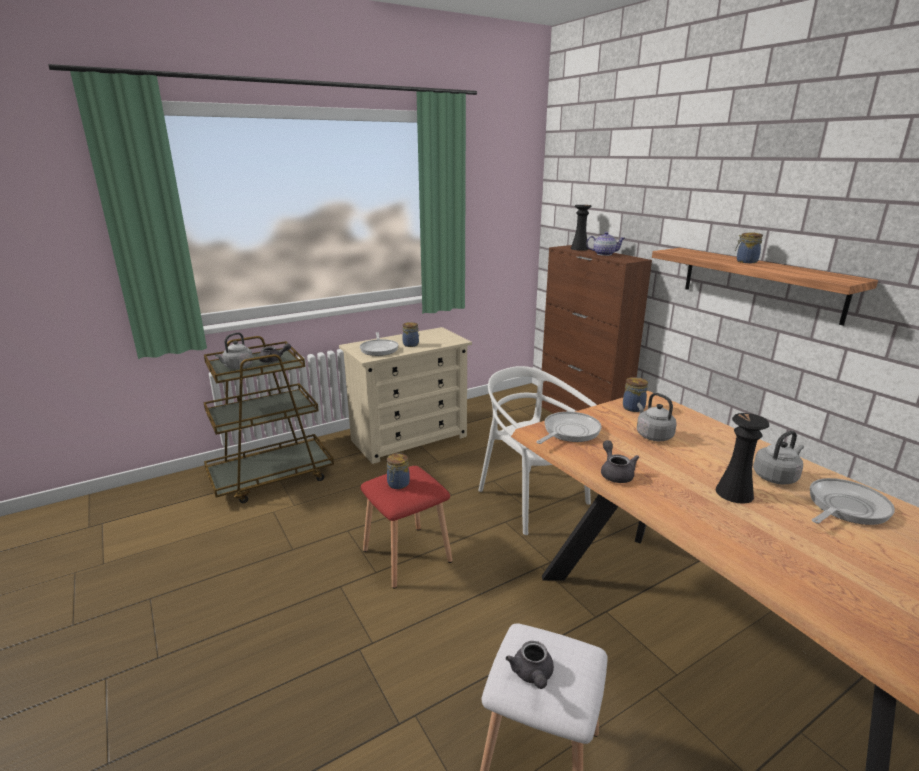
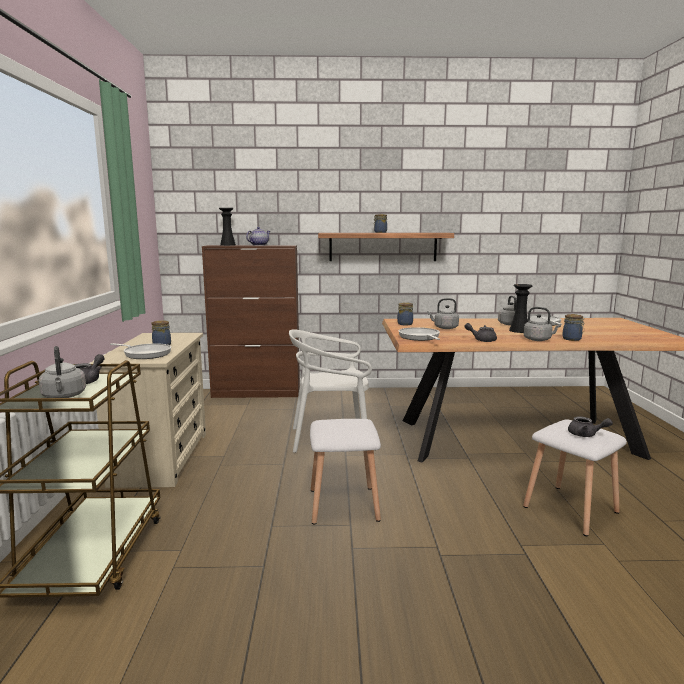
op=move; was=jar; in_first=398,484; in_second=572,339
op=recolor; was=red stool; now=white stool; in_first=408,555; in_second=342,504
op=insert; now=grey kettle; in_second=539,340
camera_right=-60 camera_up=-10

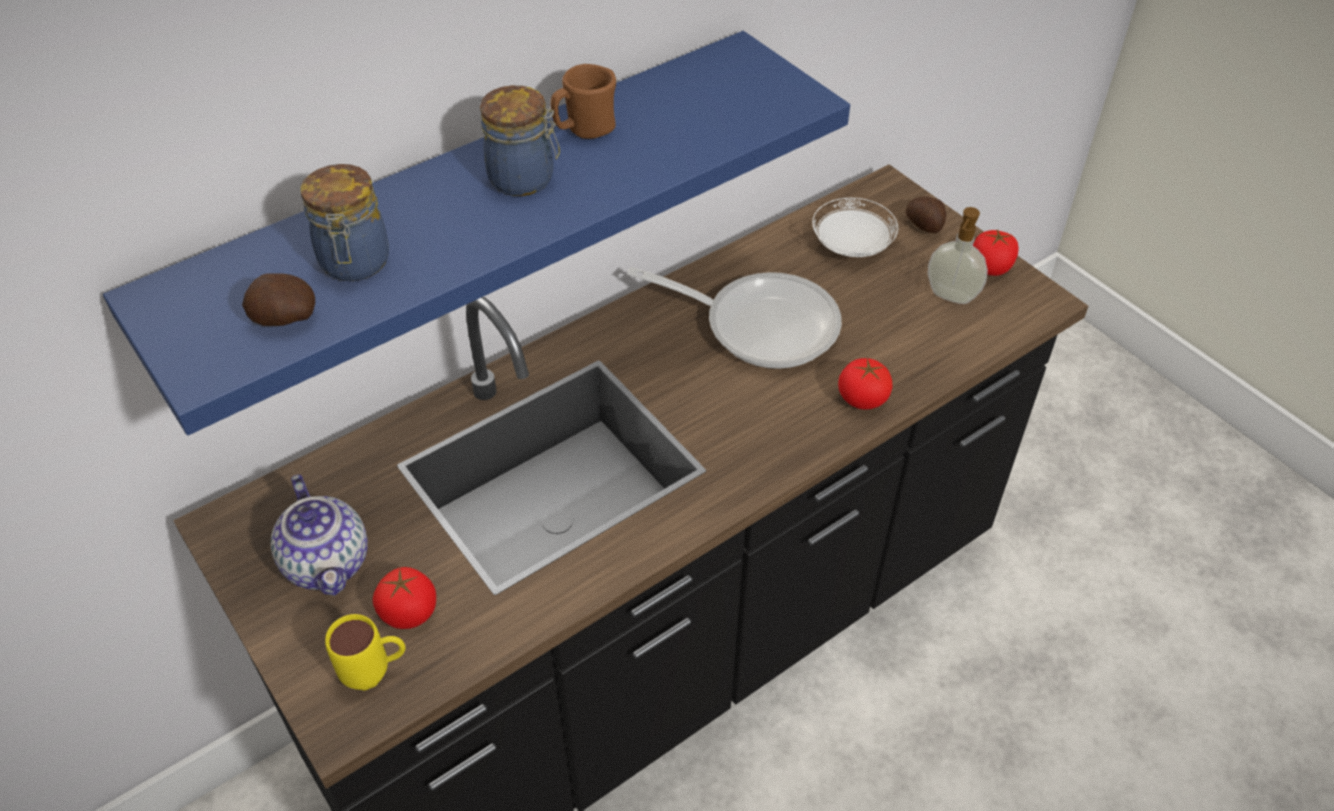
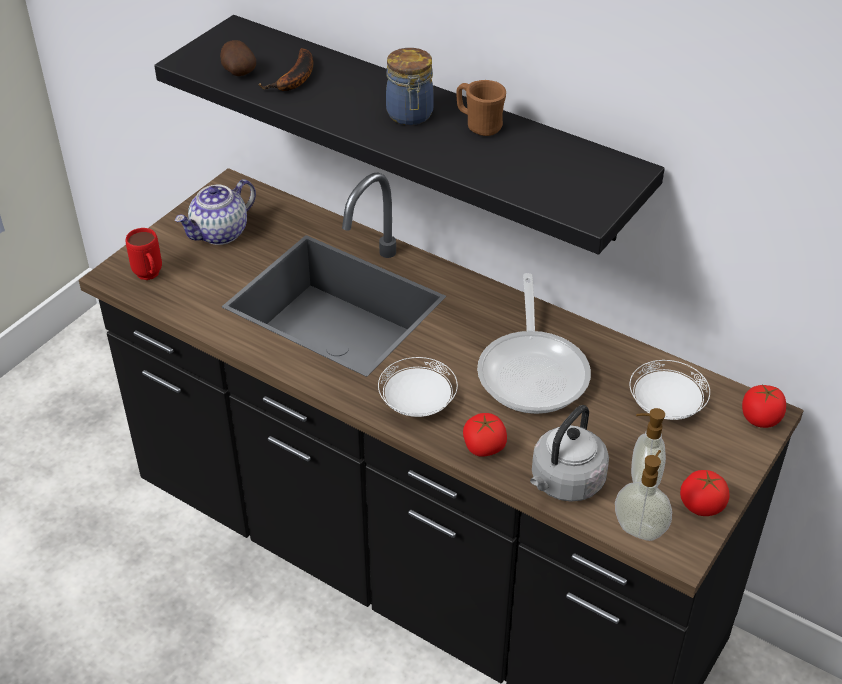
op=recolor; was=blue shelf; now=black shelf; in_first=469,202; in_second=431,127
op=replace; was=jar; now=banana; in_first=355,263; in_second=295,79
op=delete; was=potato; in_first=925,226
op=move; was=tomato; in_first=409,611; in_second=760,418
op=recolor; was=yellow mug; now=red mug; in_first=376,673; in_second=150,277
op=insert; now=white plate; in_second=418,403
op=insert; now=grey kettle; in_second=565,483
op=insert; now=soap dispenser; in_second=640,529
camera_right=70 camera_up=-5

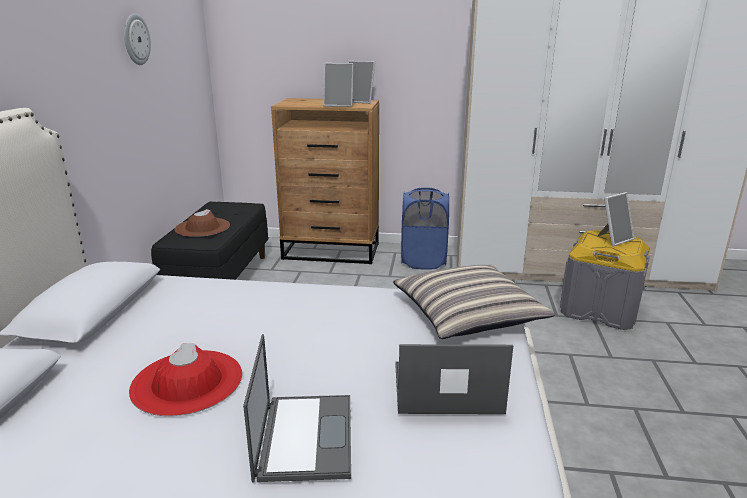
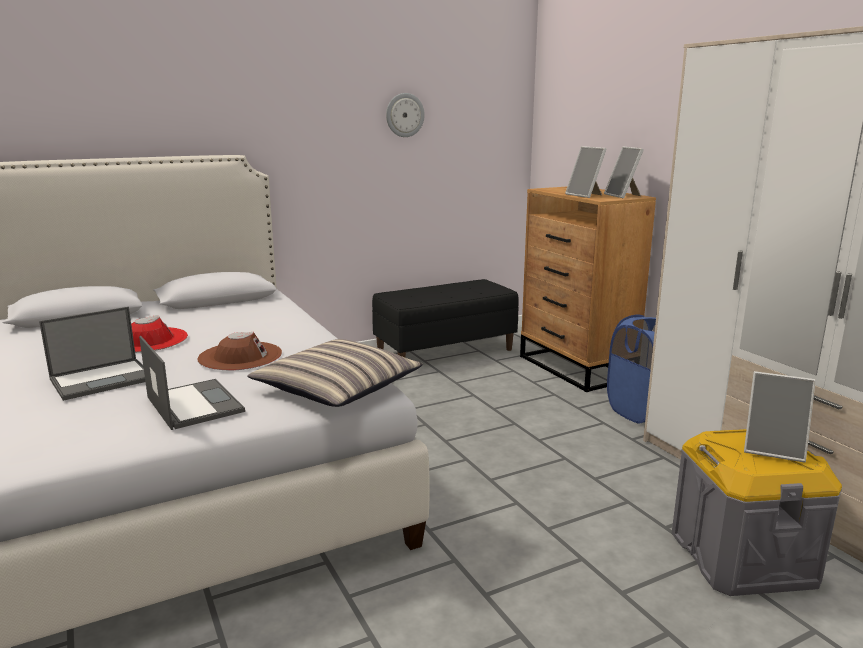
op=move; was=brown hat; in_first=202,227; in_second=240,356
camera_right=55 camera_up=-5

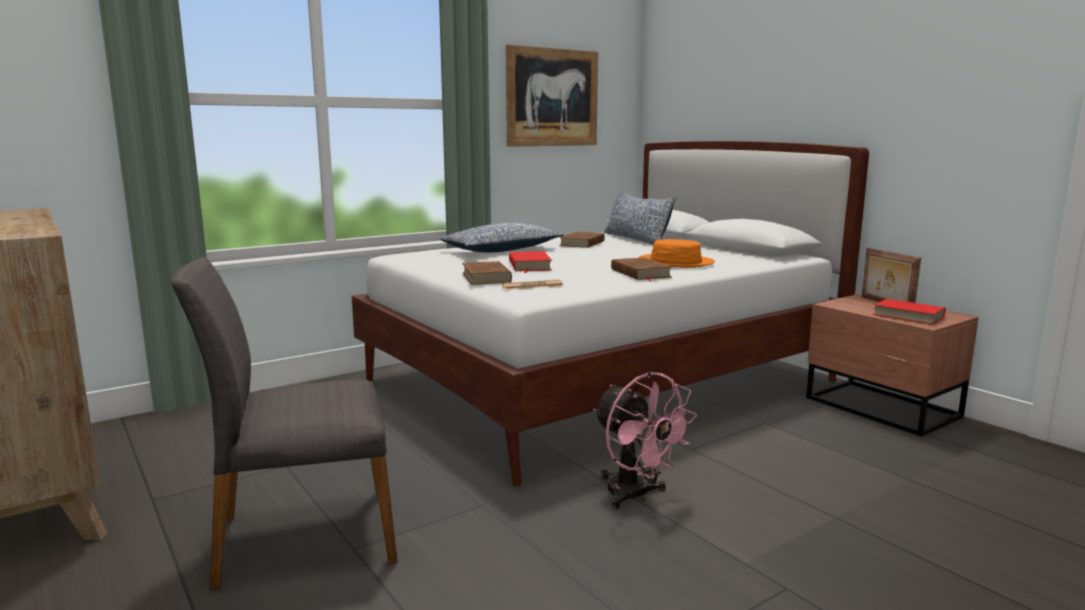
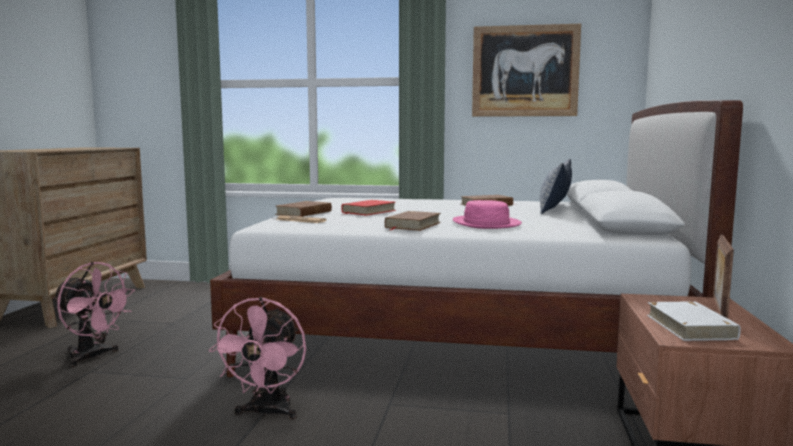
op=delete; was=pillow; in_first=501,250
op=recolor; was=orange hat; now=pink hat; in_first=675,262; in_second=486,223
op=replace; was=grey chair; now=pink fan; in_first=303,537; in_second=93,357
op=recolor; was=red book; now=white book; in_first=908,316; in_second=690,326
camera_right=45 camera_up=-5

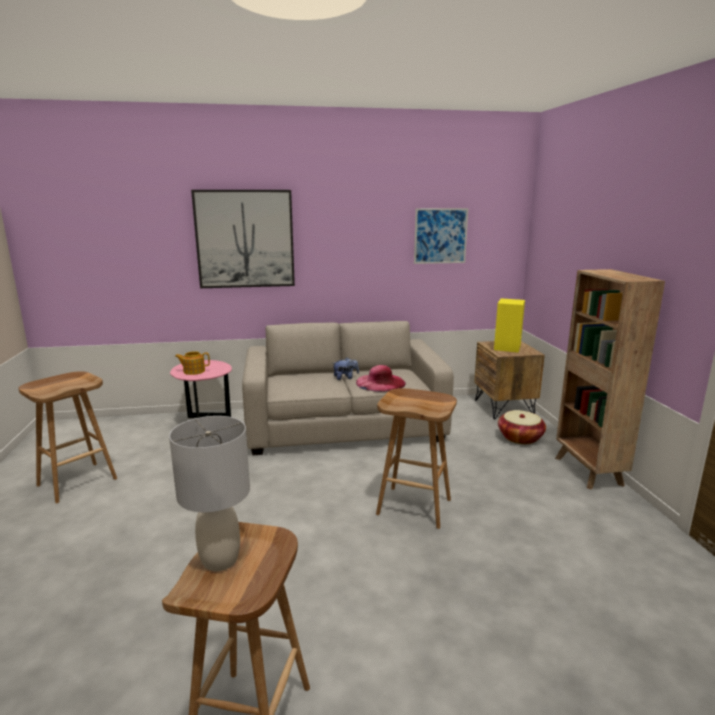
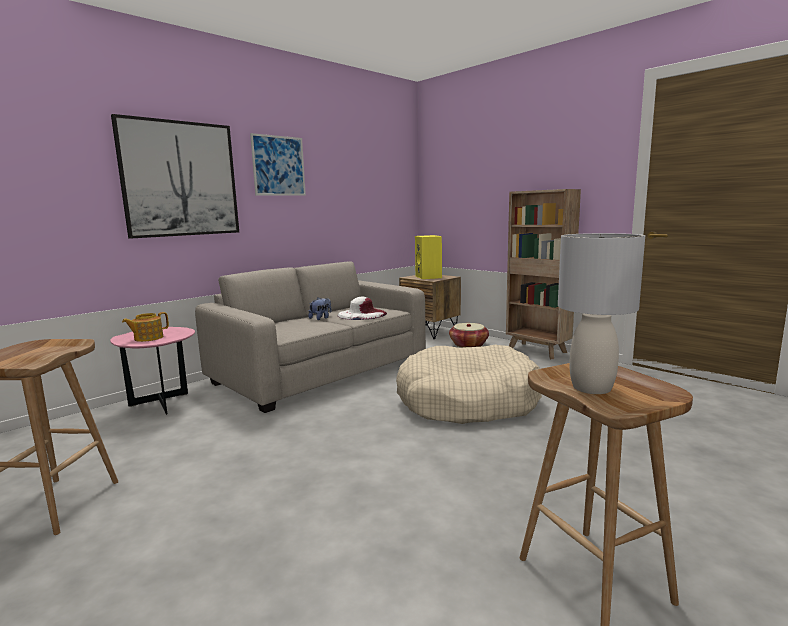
op=move; was=picture; in_first=440,236; in_second=278,166
op=recolor; was=pink hat; now=white hat; in_first=380,382; in_second=362,314
op=replace; was=brown stool; now=beige dog bed; in_first=415,506; in_second=467,401
camera_right=-35 camera_up=-5

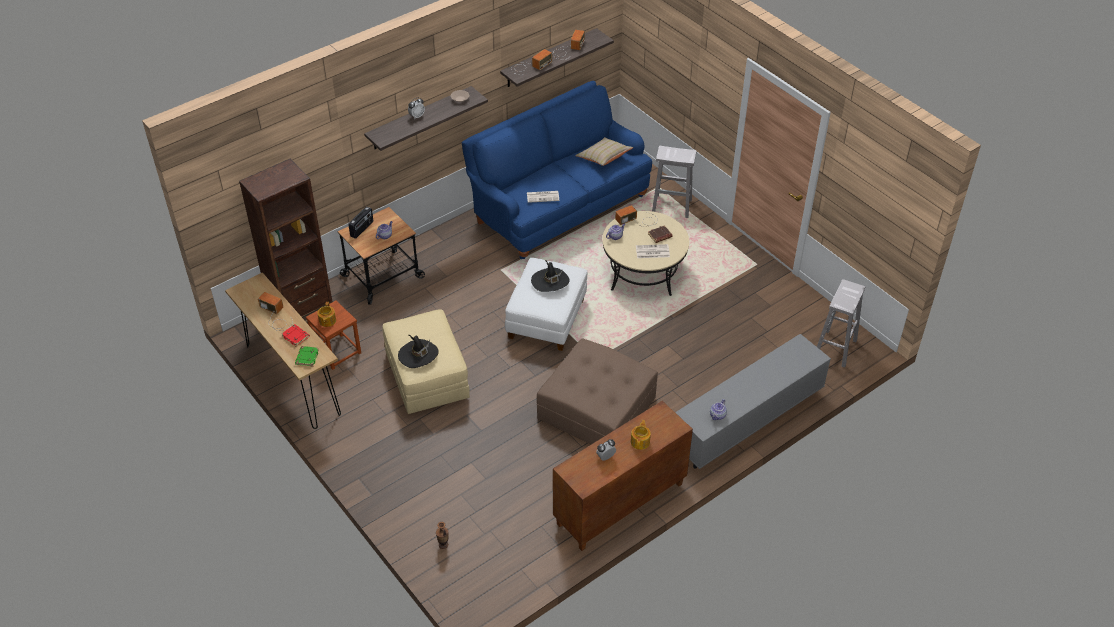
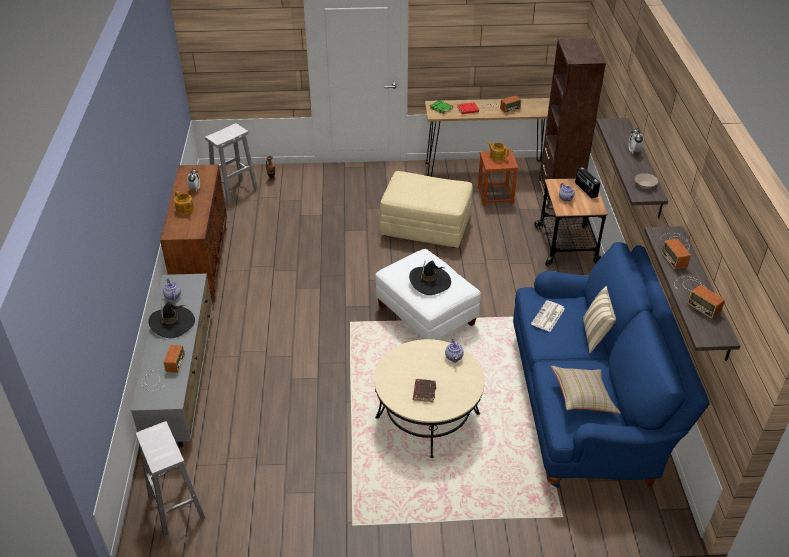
op=move; was=white stool; in_first=672,206; in_second=234,191
op=move; was=radio; in_first=638,220; in_second=162,373
op=delete; was=newspaper; in_first=652,252
op=move; was=black hat; in_first=418,355; in_second=172,323
op=delete; was=brown ottoman; in_first=596,408
op=insert; now=beige pillow; in_second=595,336
camera_right=125 camera_up=-5

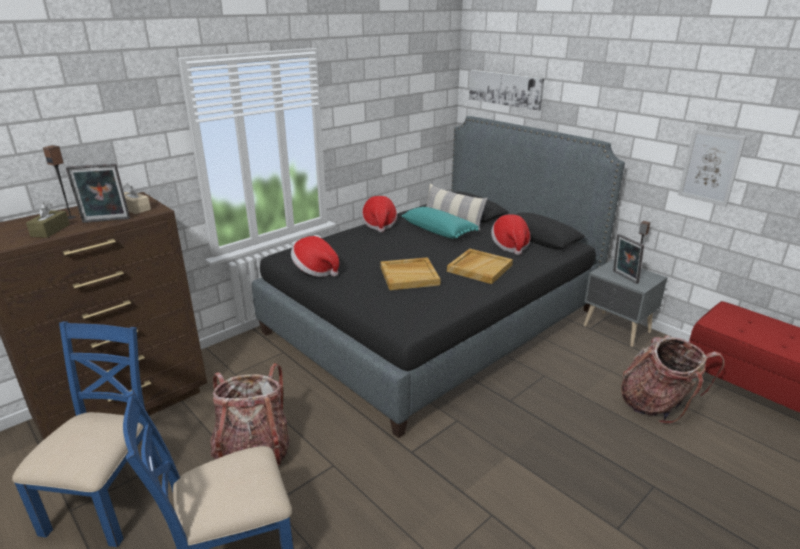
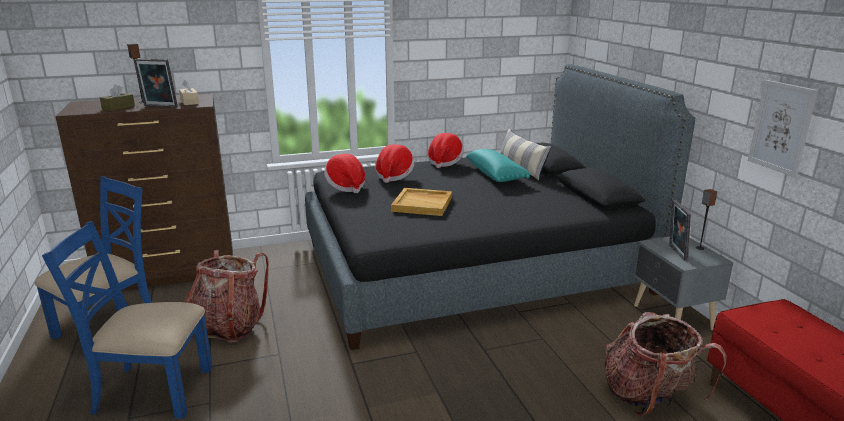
op=delete; was=picture; in_first=505,89
op=move; was=hat; in_first=510,246; in_second=394,176
op=delete; was=beige tray; in_first=479,268
camera_right=25 camera_up=-5

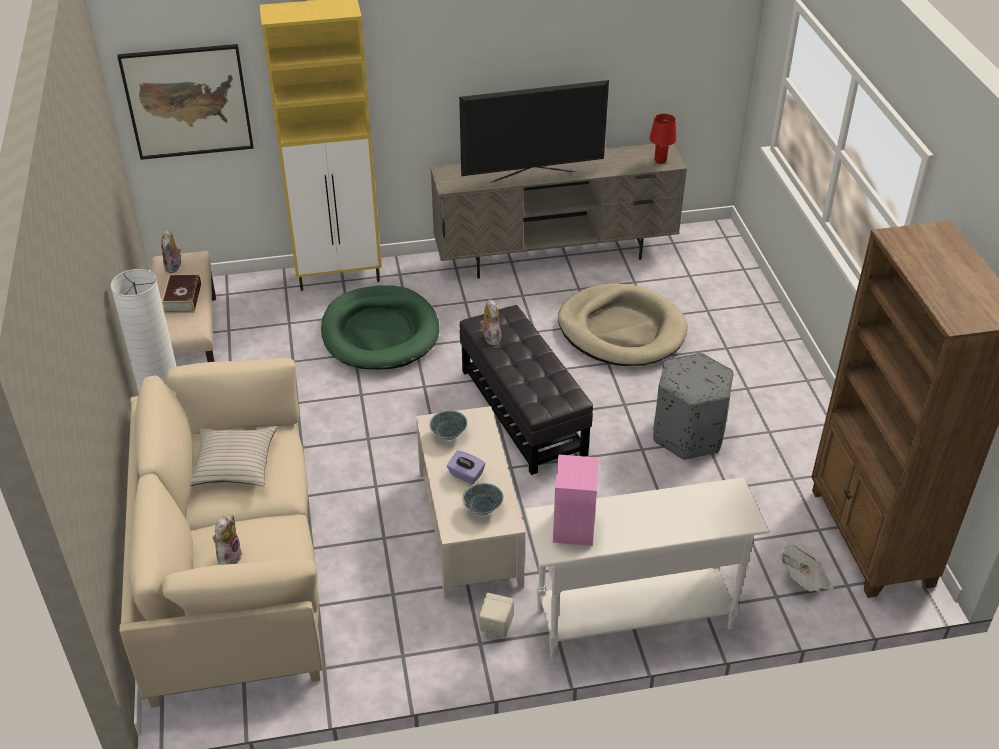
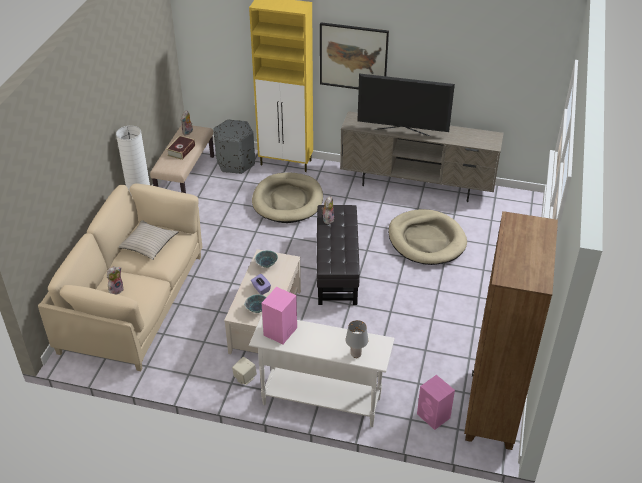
op=move; was=picture; in_first=188,101; in_second=353,57
op=delete; was=red table lamp; in_first=660,160
op=recolor; was=green dog bed; now=beige dog bed; in_first=380,332; in_second=288,200
op=move; was=grey ottoman; in_first=688,435; in_second=235,163
op=replace; was=newspaper; now=pink speaker; in_first=804,580; in_second=434,416
op=insert; now=grey table lamp; in_second=355,354
camera_right=25 camera_up=0

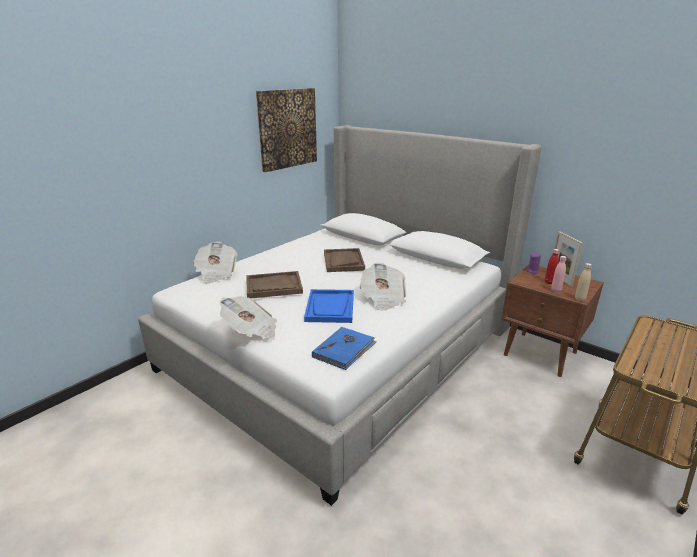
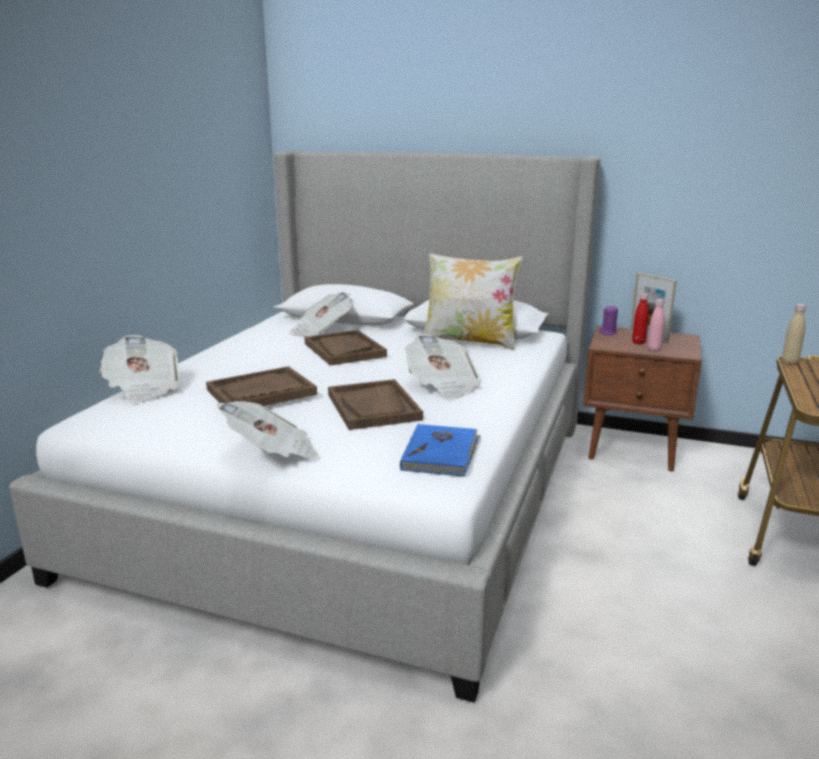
op=delete; was=picture; in_first=287,129
op=move; was=beige bottle; in_first=580,299; in_second=789,362
op=recolor; was=blue tray; now=brown tray; in_first=330,307; in_second=374,407
op=insert; now=pillow; in_second=469,342
op=insert; now=newspaper; in_second=321,331
camera_right=-20 camera_up=-5

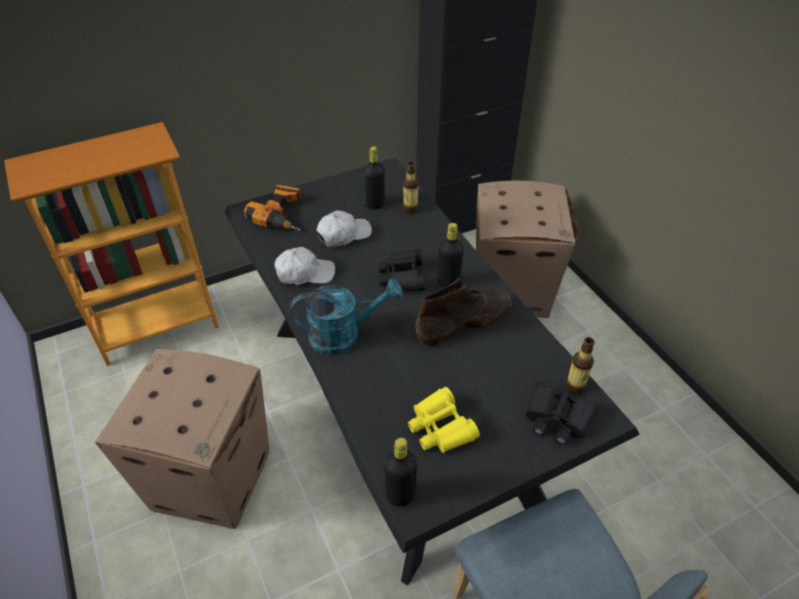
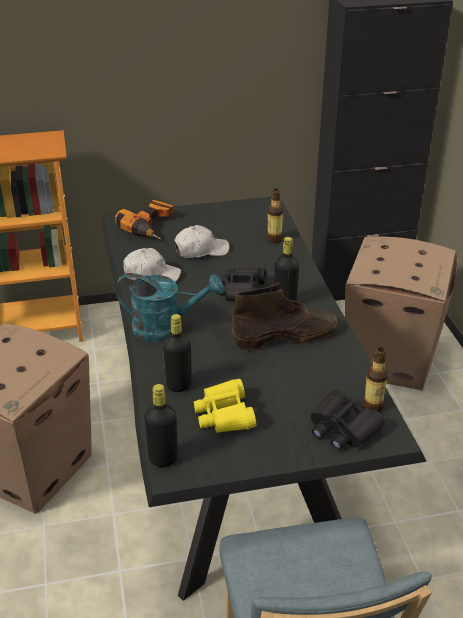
op=move; was=black bottle; in_first=375,204; in_second=179,385
camera_right=15 camera_up=-10

